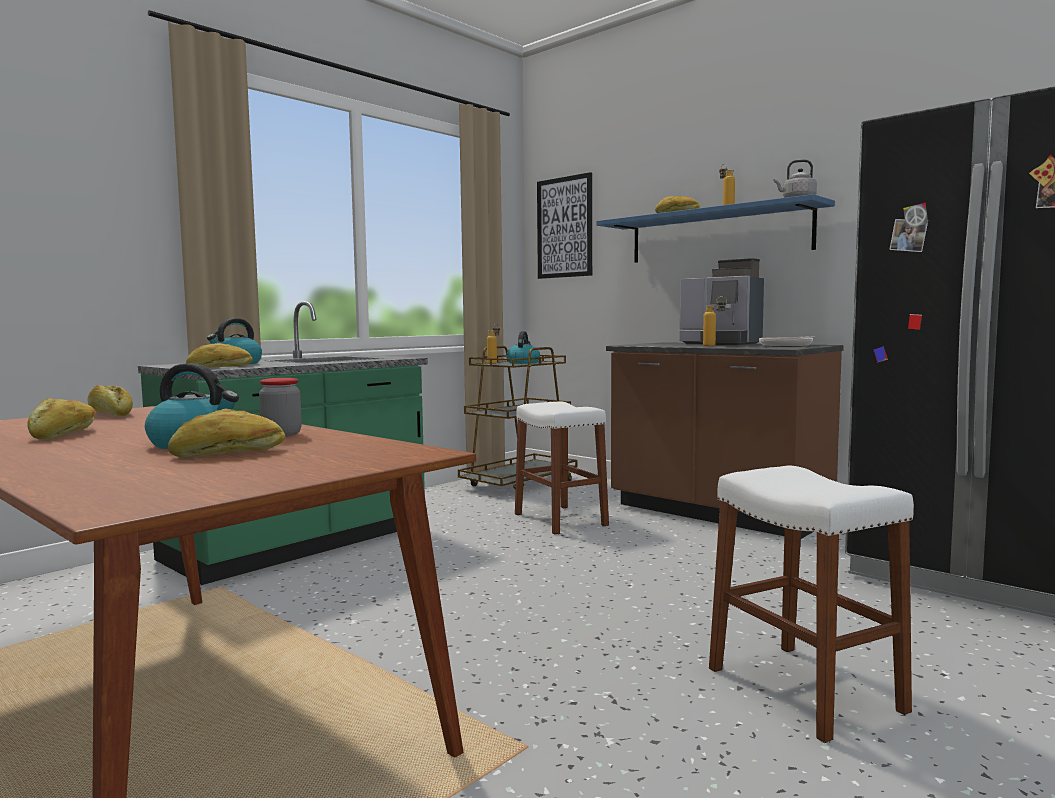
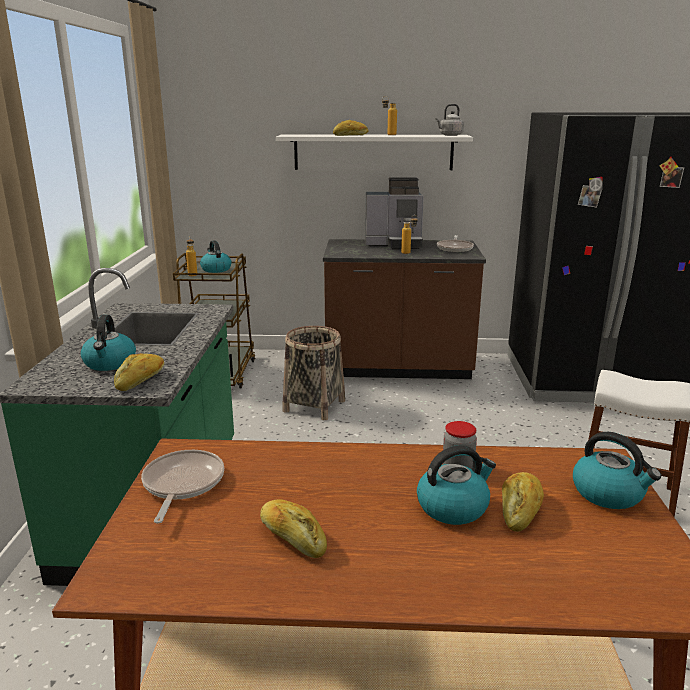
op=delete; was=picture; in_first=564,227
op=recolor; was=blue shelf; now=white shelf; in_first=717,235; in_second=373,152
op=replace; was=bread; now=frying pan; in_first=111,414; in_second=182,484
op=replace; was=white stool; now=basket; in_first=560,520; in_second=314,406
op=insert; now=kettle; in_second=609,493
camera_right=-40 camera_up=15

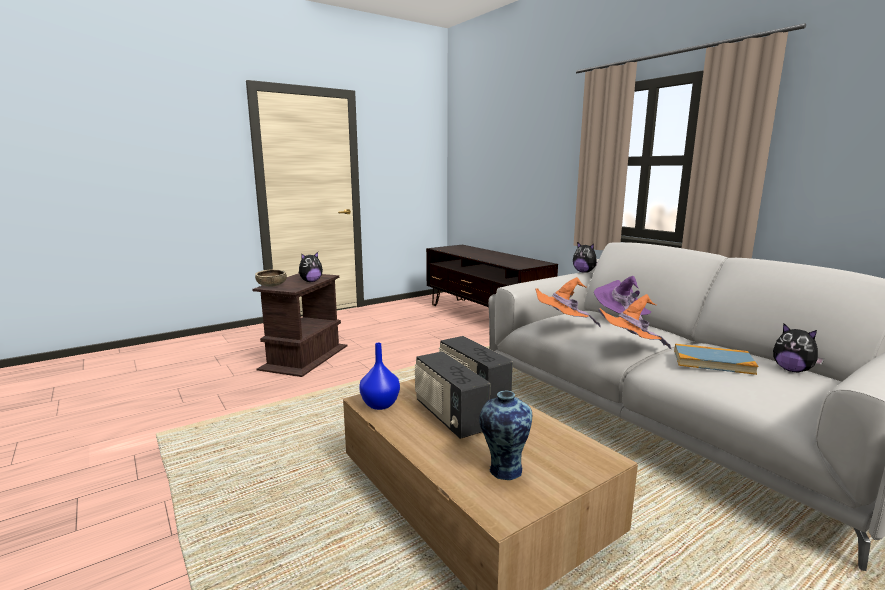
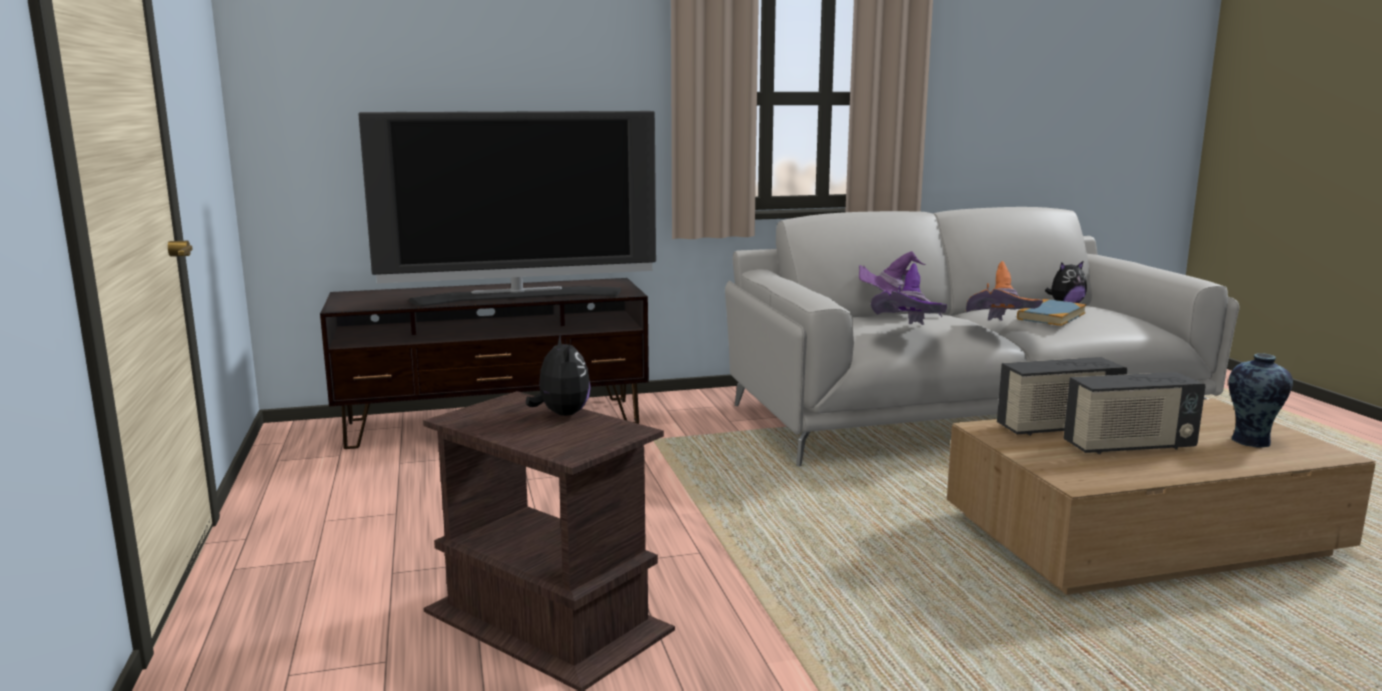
op=delete; was=plush toy; in_first=584,272
op=delete; was=brown bowl; in_first=271,285
op=recolor; was=orange hat; now=purple hat; in_first=562,326; in_second=908,335
op=delete; was=blue vase; in_first=381,404
op=insert; now=television; in_second=519,297
camera_right=-70 camera_up=0

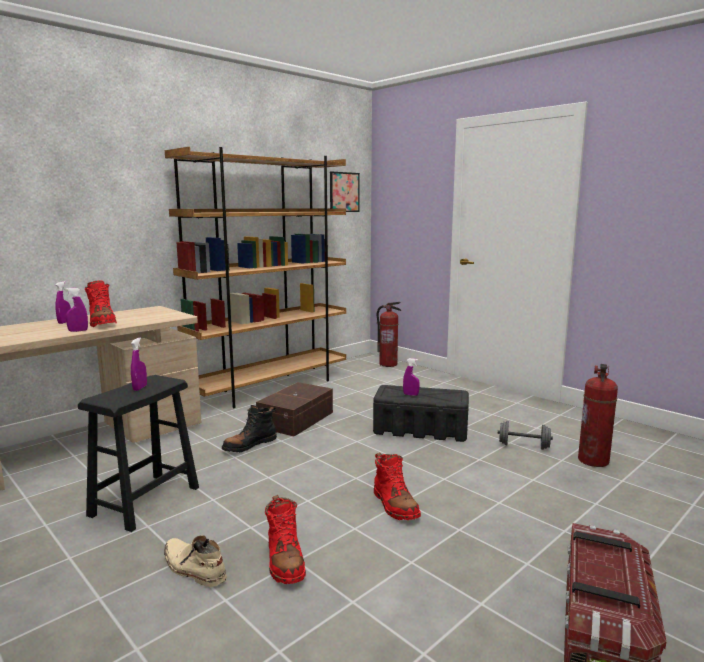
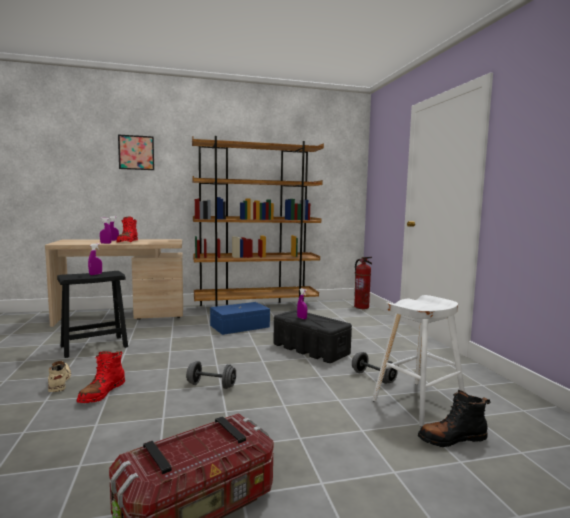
op=move; was=picture; in_first=344,192; in_second=136,152
op=replace; was=fire extinguisher; now=white stool; in_first=593,460; in_second=419,402
op=recolor; was=brown storage box; now=blue storage box; in_first=297,419; in_second=240,326
op=move; was=black boot; in_first=250,445; in_second=452,439
op=replace; was=red boot; now=grey dumbbell; in_first=395,505; in_second=211,385
camera_right=30 camera_up=-5

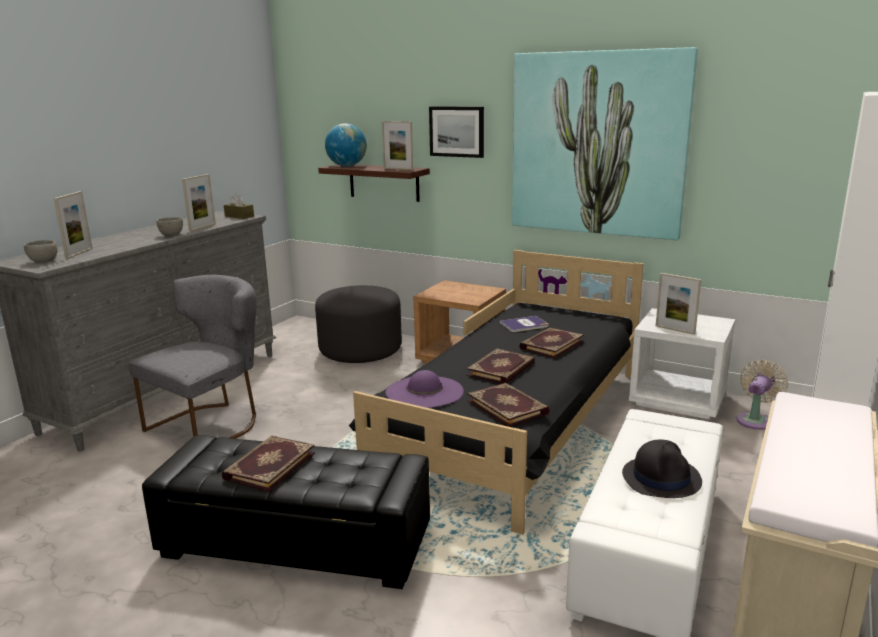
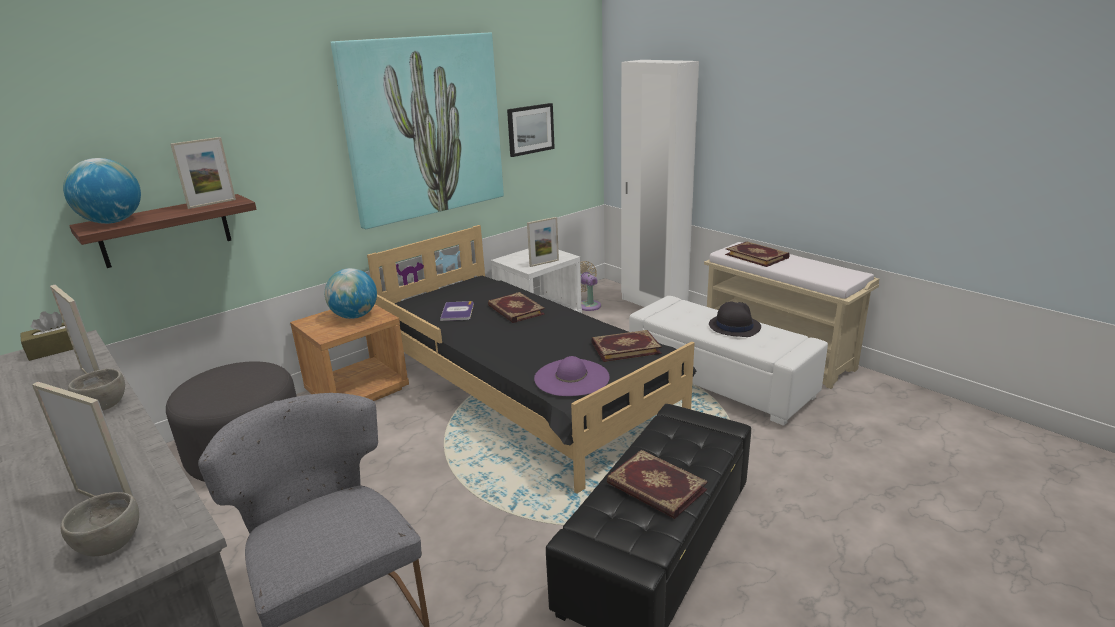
op=move; was=picture; in_first=457,131; in_second=530,129
op=move; was=book; in_first=502,369; in_second=757,256
op=insert; now=globe; in_second=355,316
camera_right=-70 camera_up=5

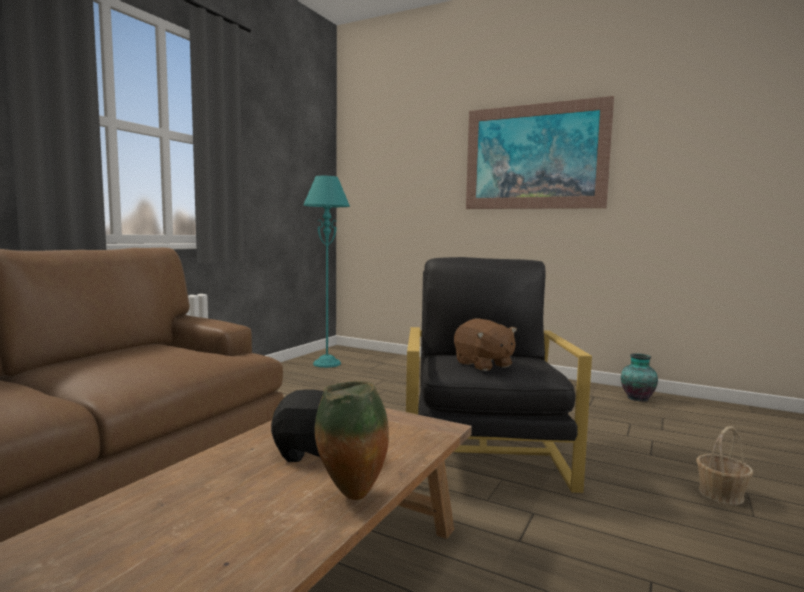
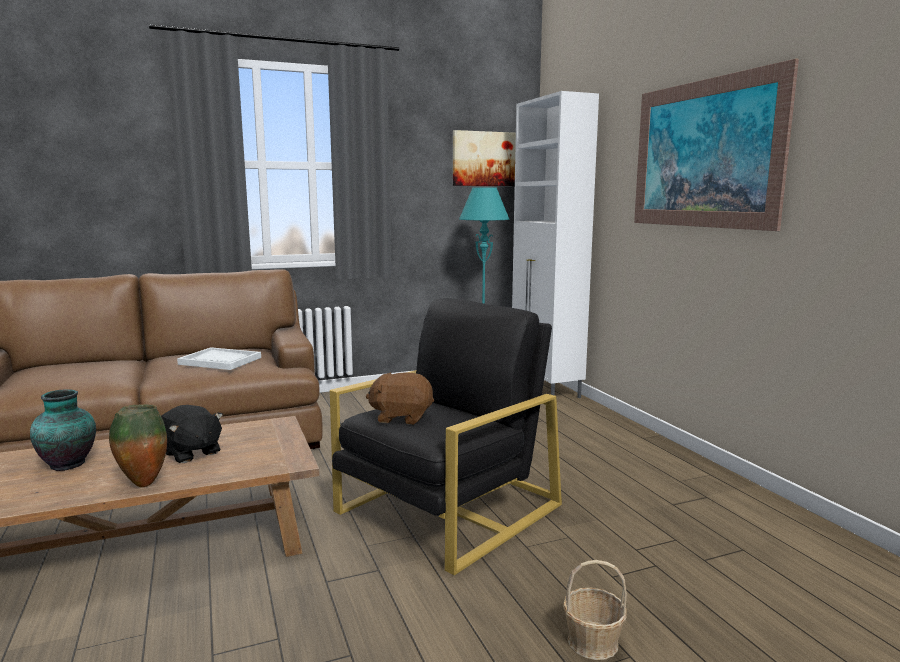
op=rotate; was=brown plush toy; in_first=483,364; in_second=401,417; clockwise=90
op=move; was=vase; in_first=636,398; in_second=69,463
op=insert; now=white cabinet; in_second=546,389
op=insert; now=picture; in_second=489,159
op=insert; now=white tray; in_second=220,361
camera_right=40 camera_up=5

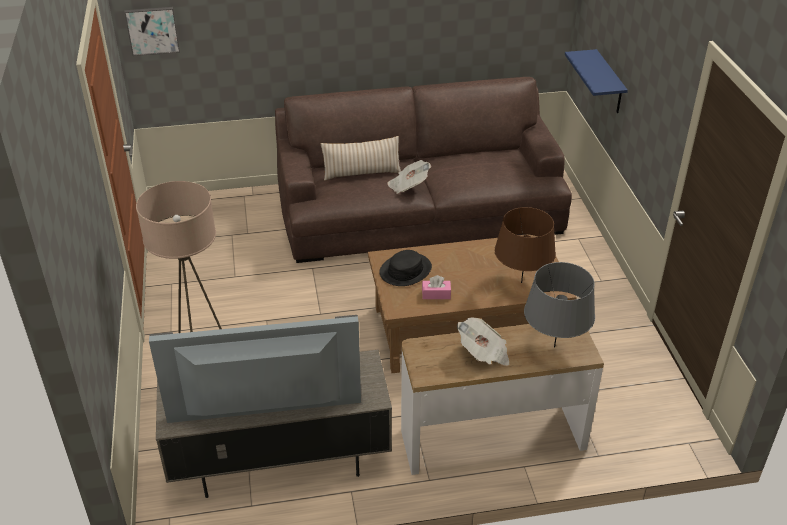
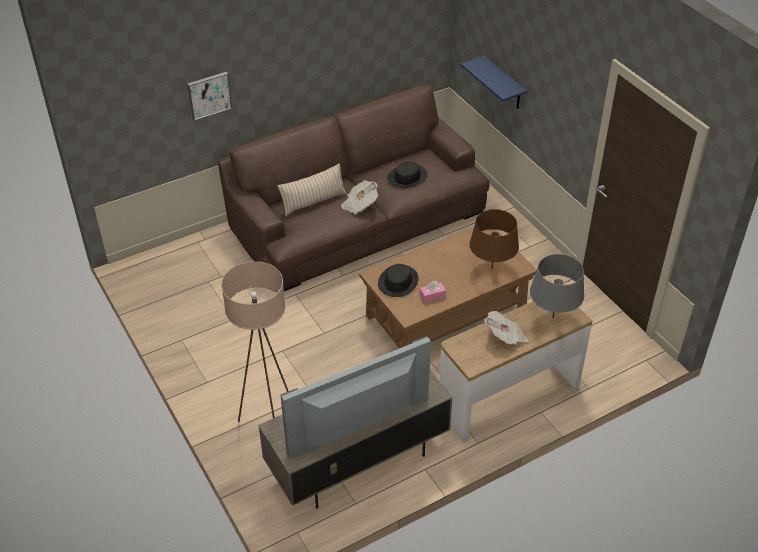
op=move; was=picture; in_first=152,30; in_second=209,95
op=insert; now=black hat; in_second=407,177
camera_right=-20 camera_up=5

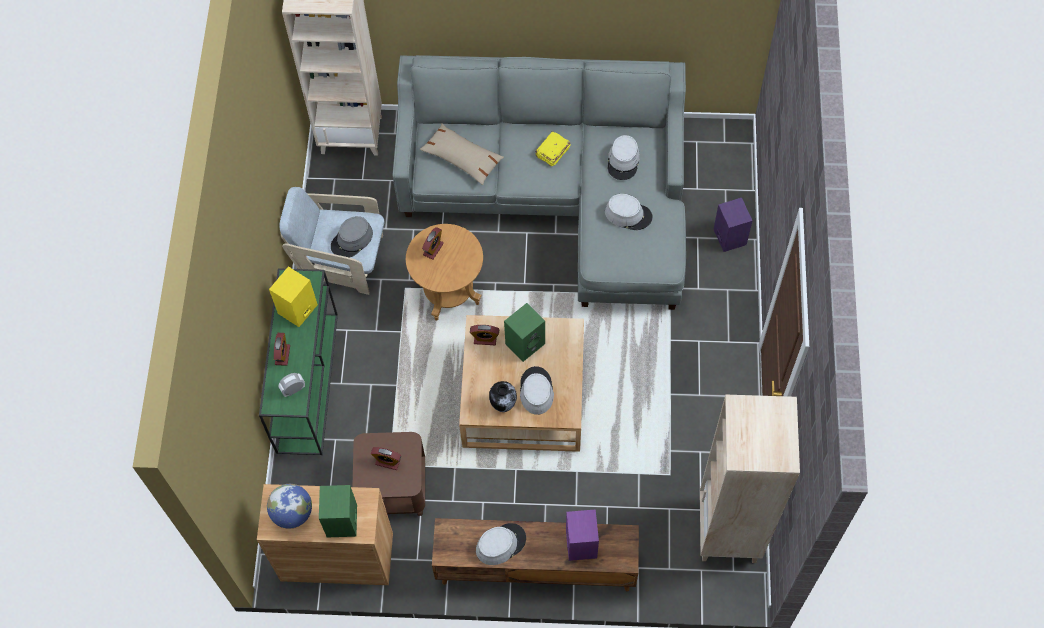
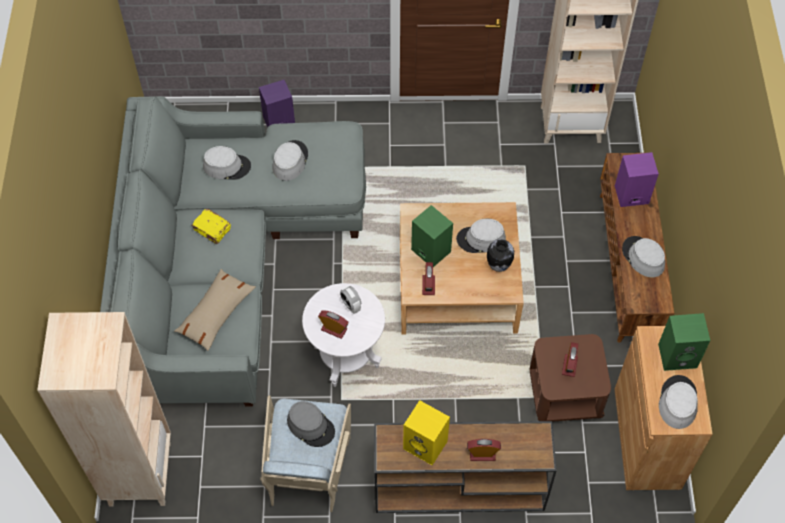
op=recolor; was=brown side table; now=white side table; in_first=449,293; in_second=346,357
op=recolor; was=green console table; now=brown console table; in_first=307,381; in_second=457,488
op=move; was=alarm clock; in_first=293,390; in_second=351,305
op=replace; was=globe; now=grey hat; in_first=292,513; in_second=677,402
camera_right=-95 camera_up=-5

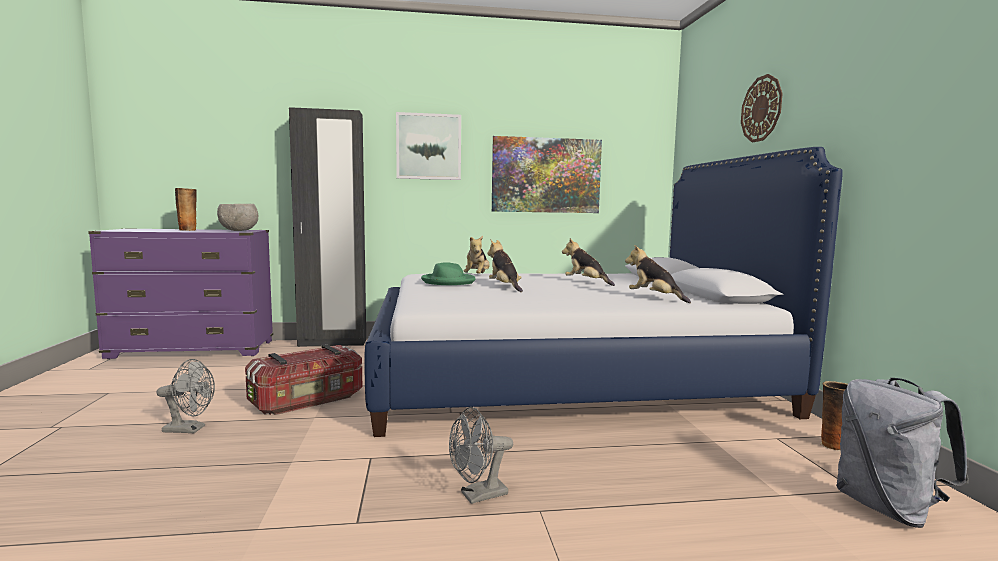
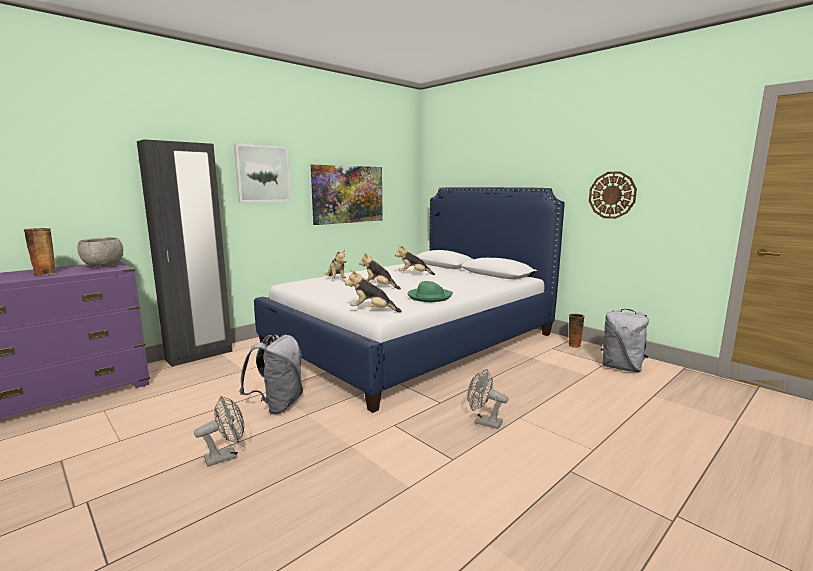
op=move; was=wall clock; in_first=761,109; in_second=612,195
op=move; was=plush toy; in_first=655,298; in_second=372,311
op=move; was=green hat; in_first=448,281; in_second=429,297
op=replace; was=storage box; now=grey backpack; in_first=308,401; in_second=277,405
op=rotate; was=grey fan; in_first=478,496; in_second=483,422; clockwise=90
camera_right=-35 camera_up=5

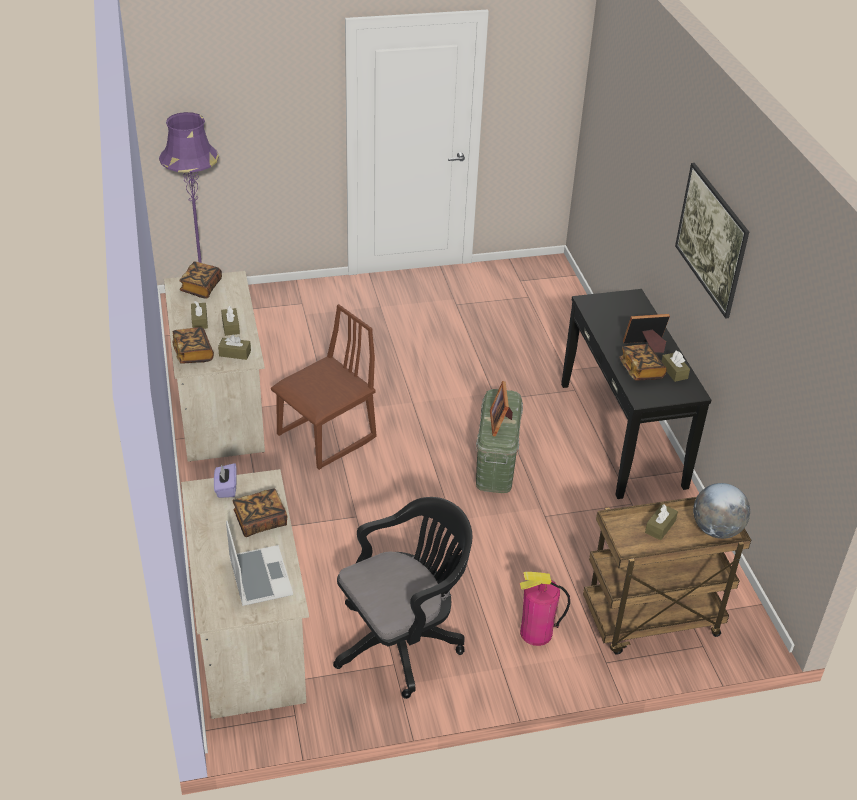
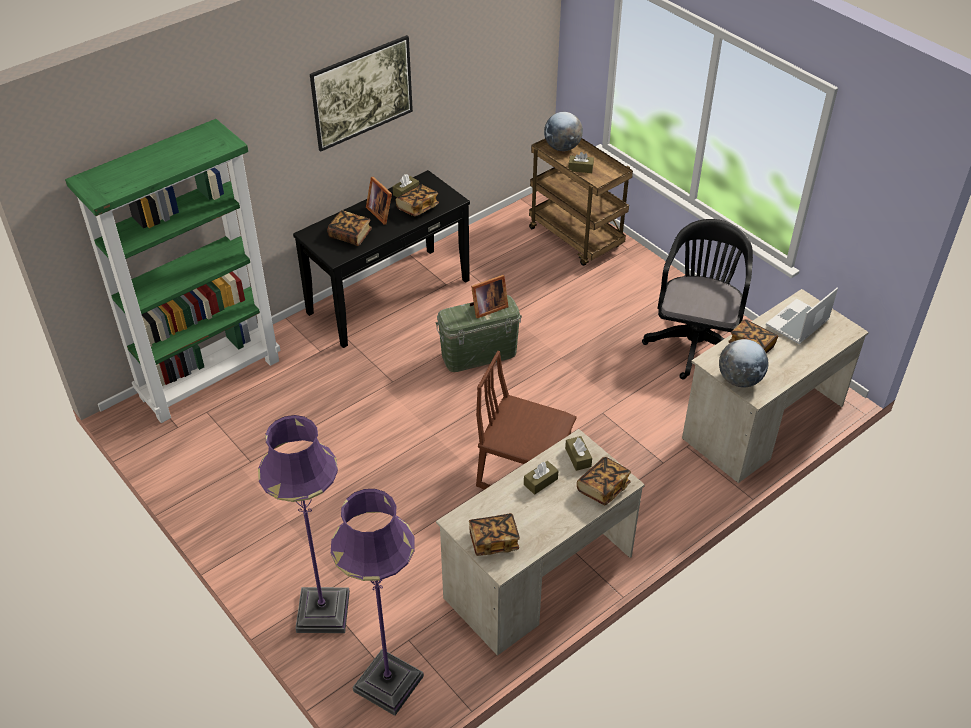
op=delete; was=brown tissue box; in_first=199,320
op=replace; was=purple tissue box; now=globe; in_first=226,488; in_second=739,380
op=rotate; was=black office chair; in_first=403,641; in_second=695,341; clockwise=75
op=delete; was=fire extinguisher; in_first=536,633
op=insert; now=green bookcase; in_second=210,377
op=insert; now=book; in_second=350,235
op=insert; now=purple floor lamp; in_second=323,611
camera_right=-115 camera_up=5

